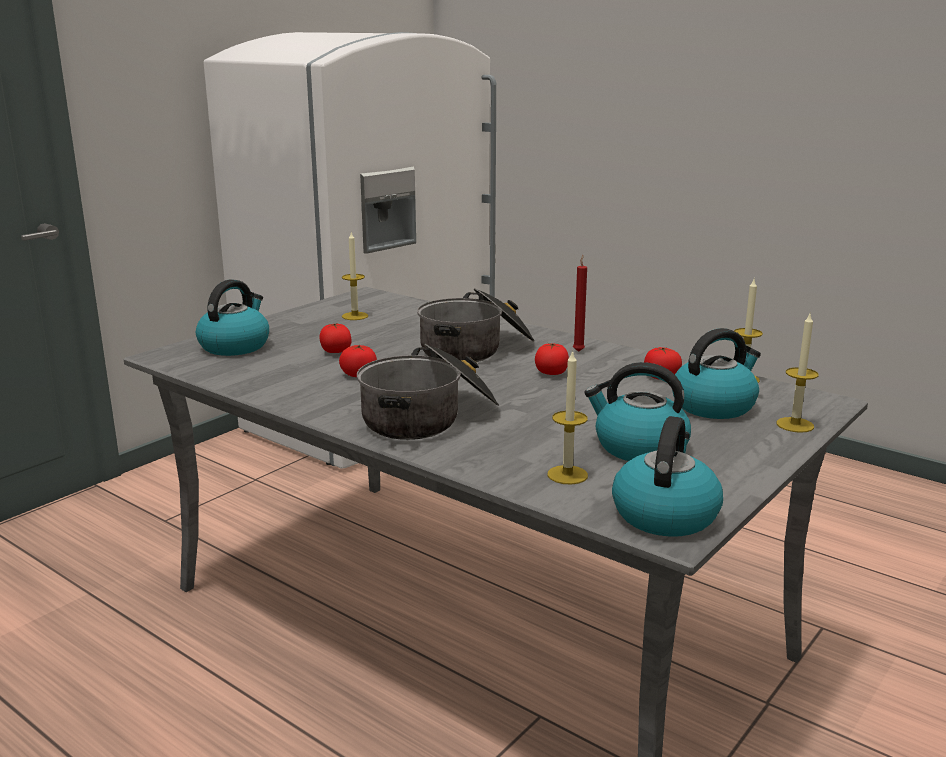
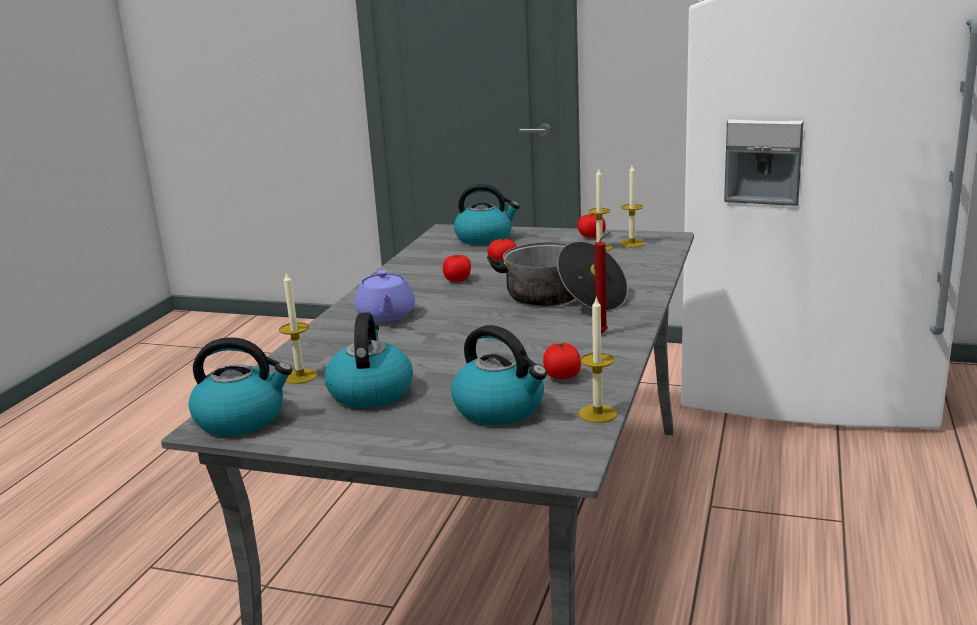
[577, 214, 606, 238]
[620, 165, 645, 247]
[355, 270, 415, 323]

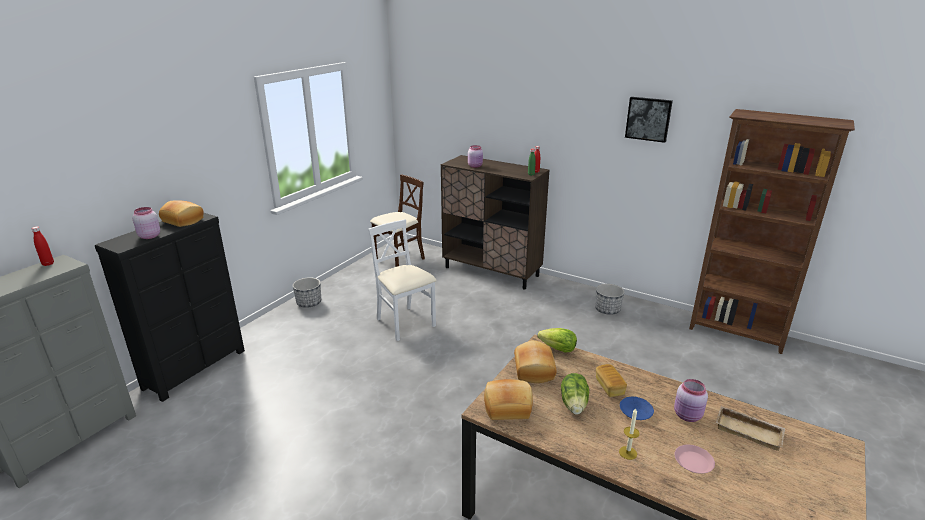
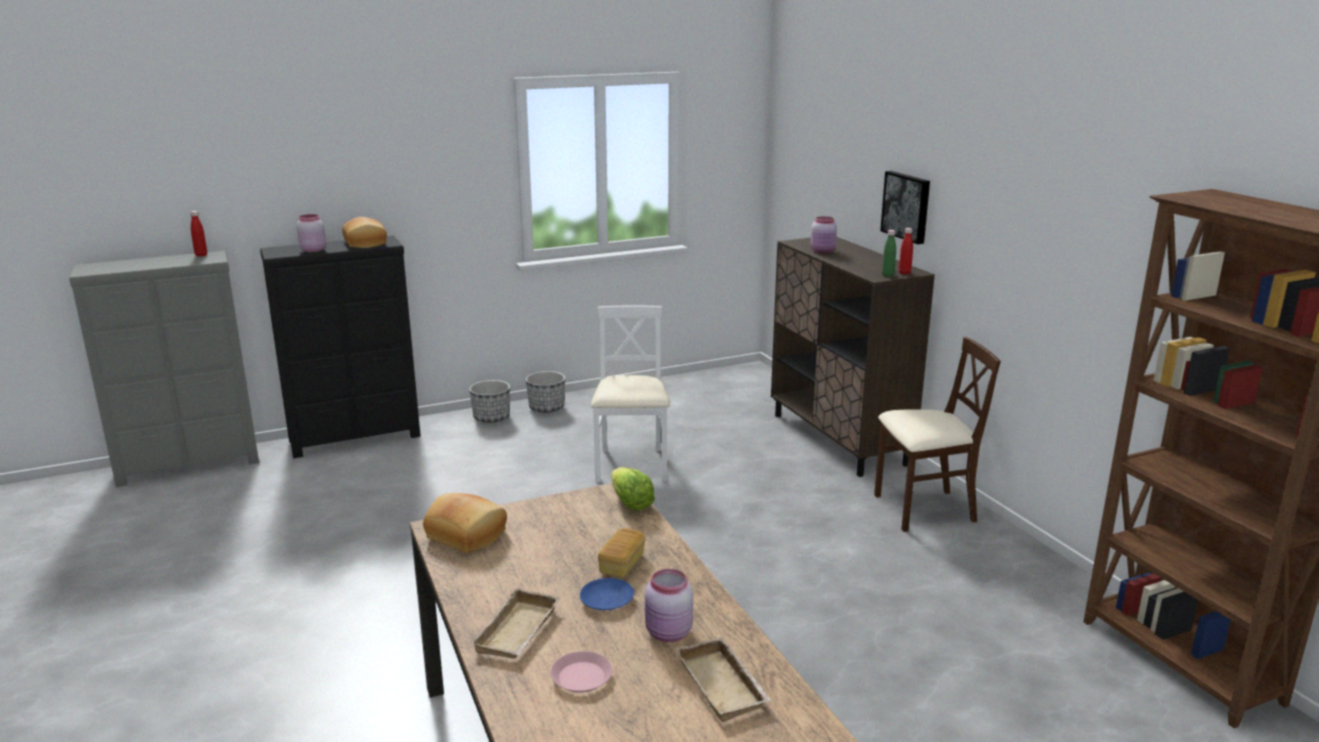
[514, 340, 557, 383] (first image)
[561, 373, 589, 415] (first image)
[874, 337, 1001, 532]
[469, 380, 510, 423]
[880, 171, 930, 244]
[471, 587, 561, 659]

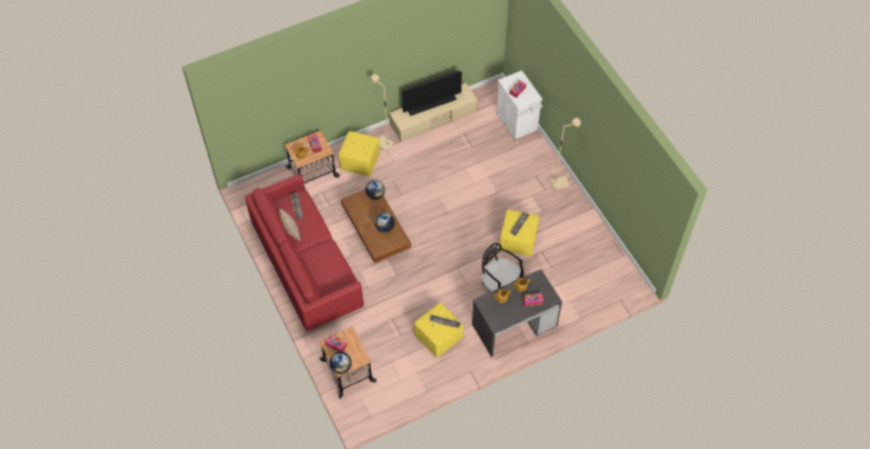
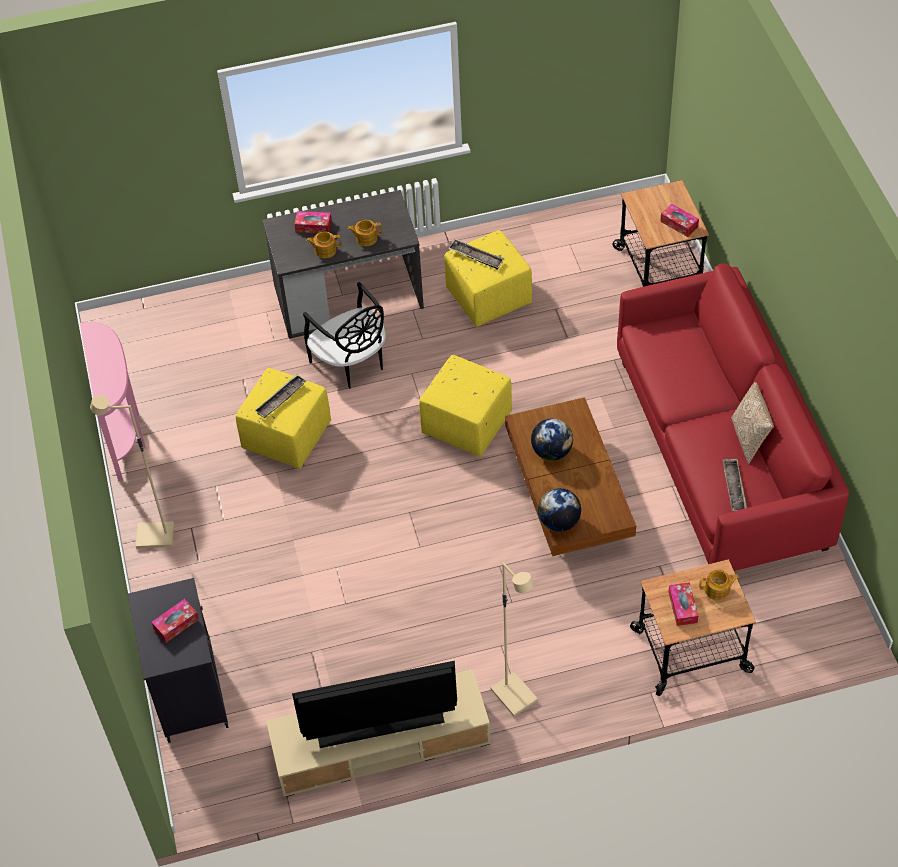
[329, 352, 352, 374] (first image)
[80, 322, 146, 481]
[419, 355, 512, 457]
[128, 578, 229, 743]

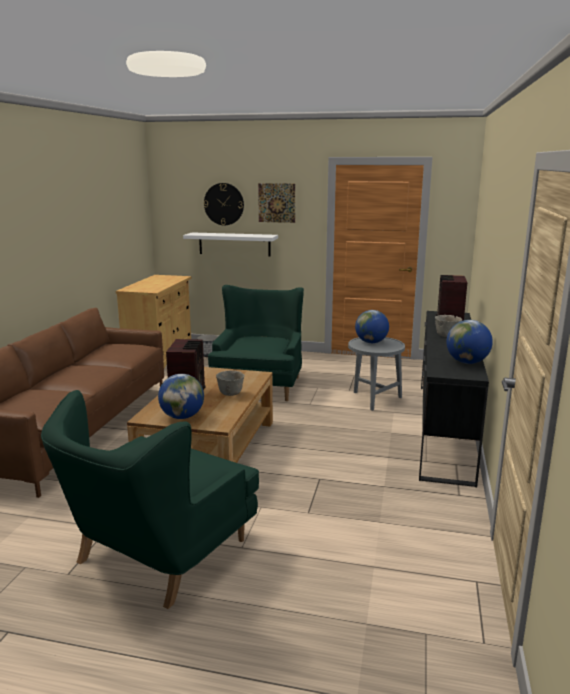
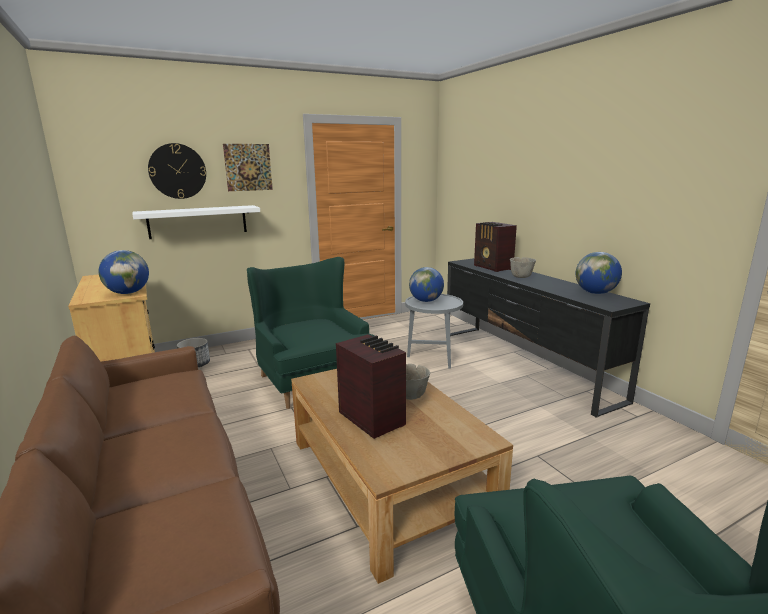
[99, 250, 149, 294]

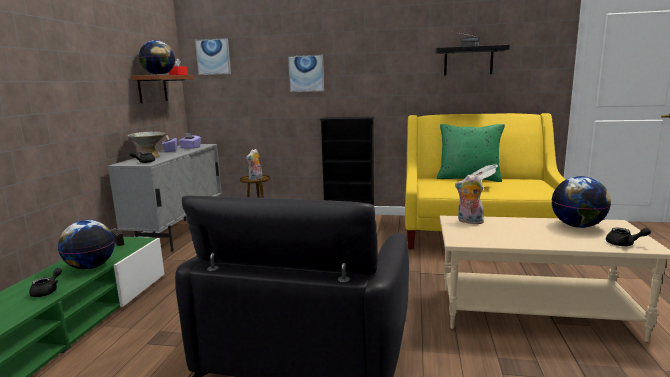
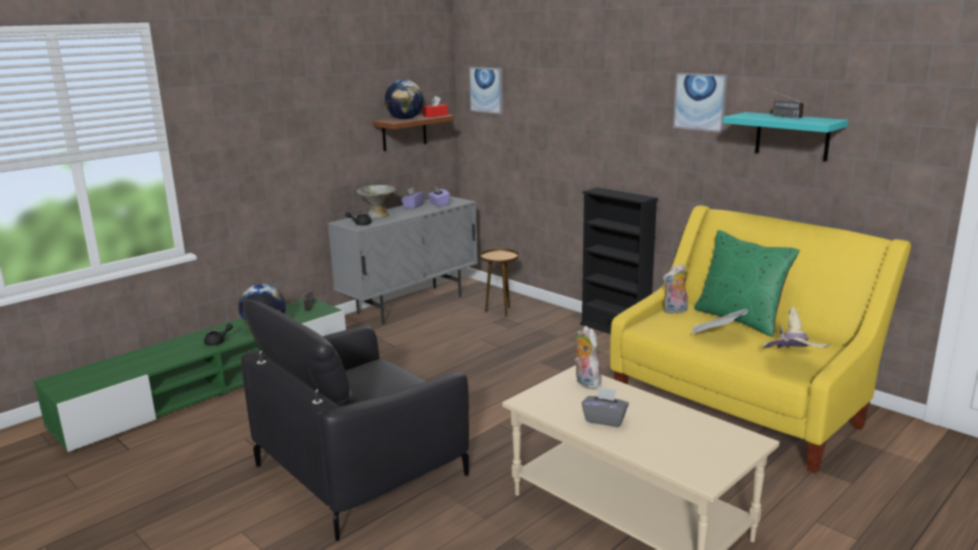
[551, 176, 611, 228] (first image)
[606, 228, 651, 246] (first image)
[582, 387, 629, 427]
[761, 307, 830, 349]
[663, 264, 688, 314]
[673, 73, 728, 133]
[723, 112, 848, 161]

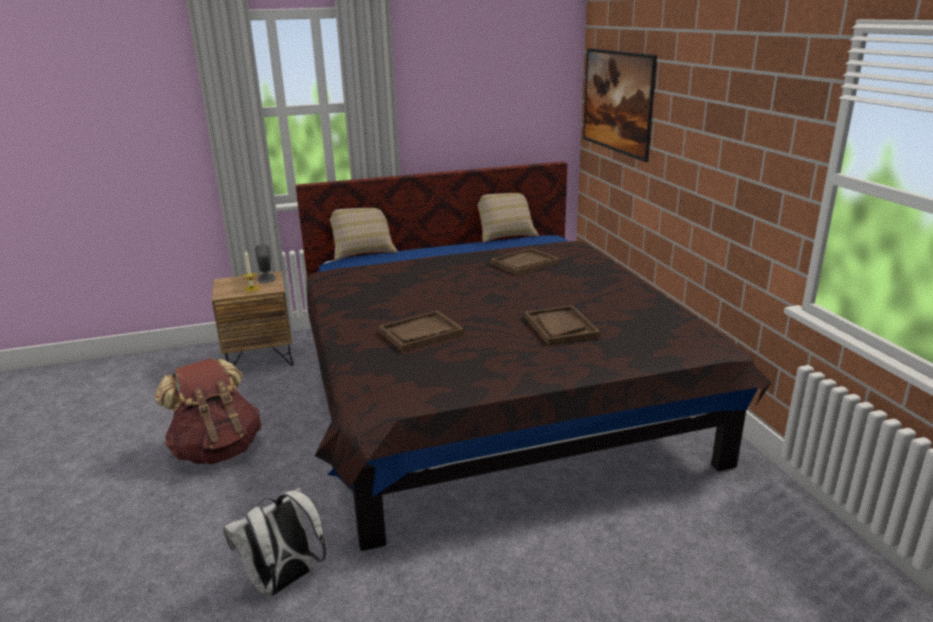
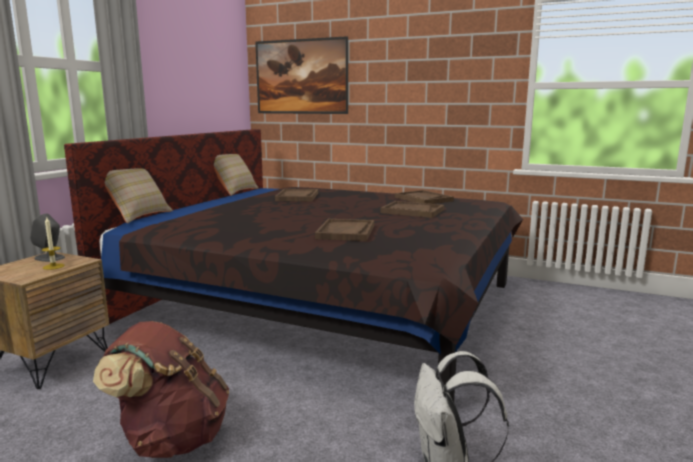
[395, 190, 454, 204]

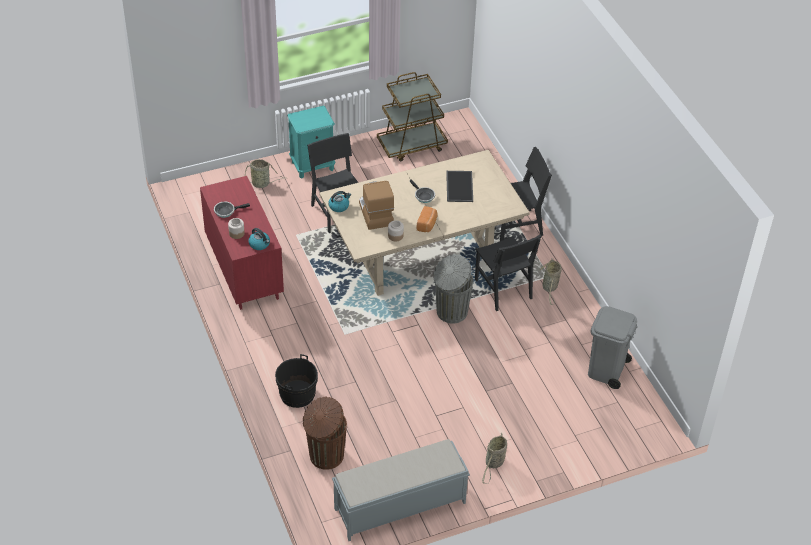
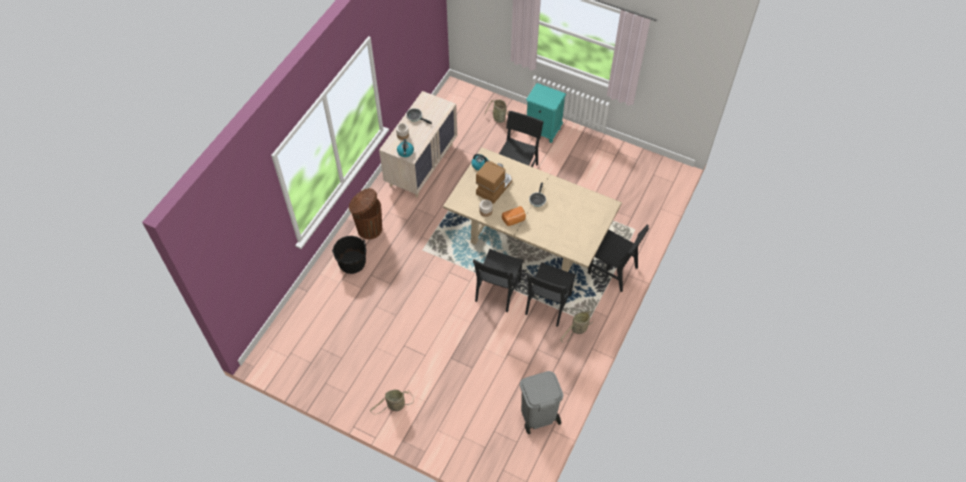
[332, 439, 470, 541] (first image)
[377, 72, 448, 161] (first image)
[446, 171, 473, 202] (first image)
[349, 188, 382, 239]
[473, 249, 524, 312]
[379, 91, 457, 197]

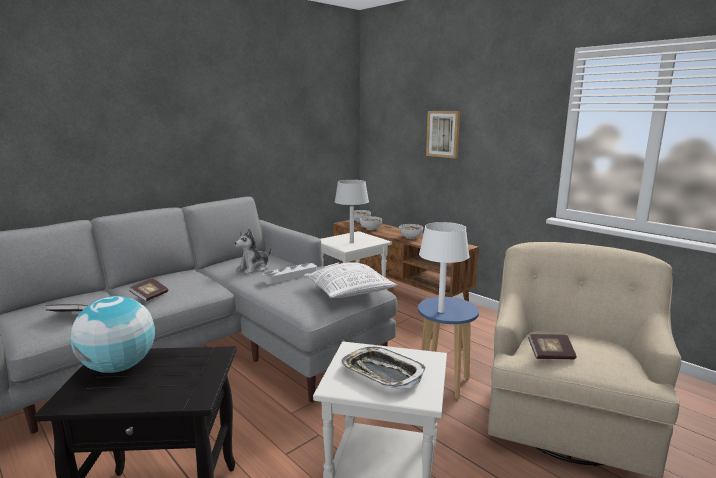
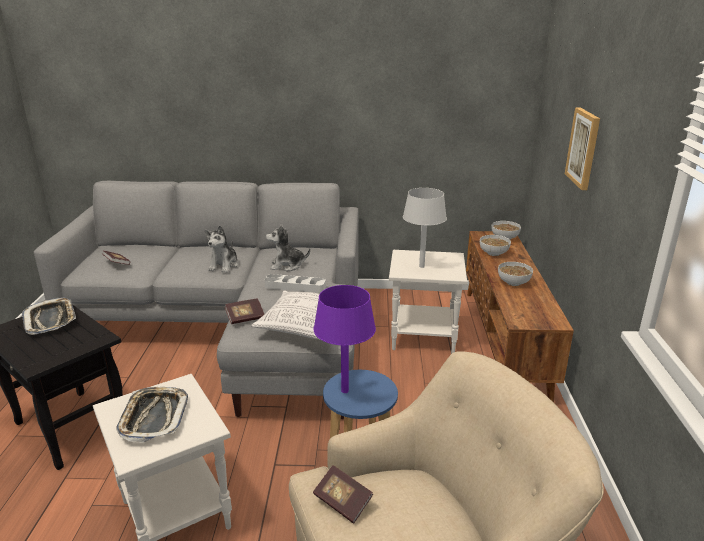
[205, 226, 239, 273]
[225, 298, 264, 324]
[22, 298, 76, 335]
[313, 285, 376, 393]

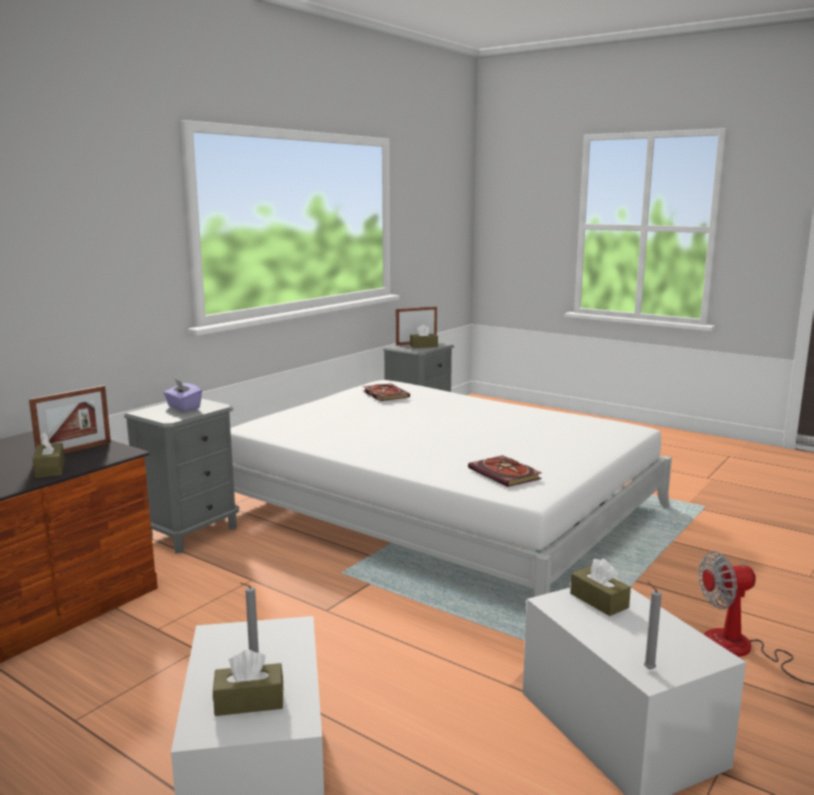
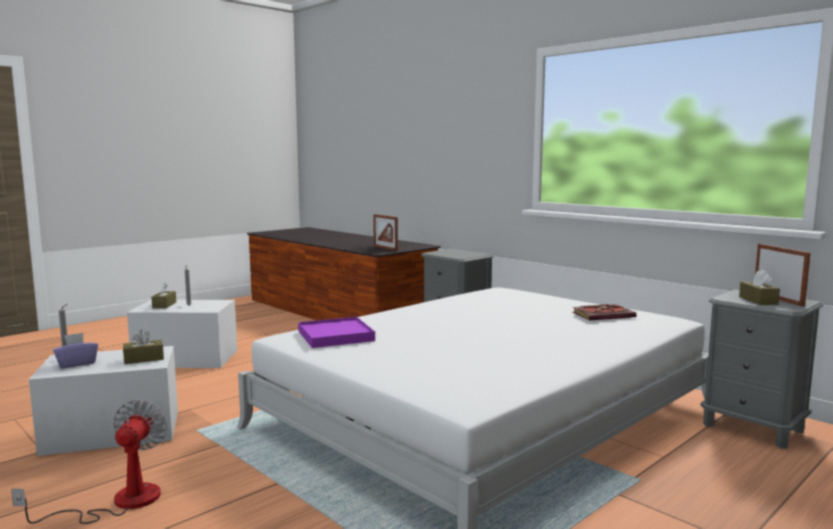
[32, 432, 65, 478] (first image)
[53, 333, 98, 368]
[298, 317, 375, 348]

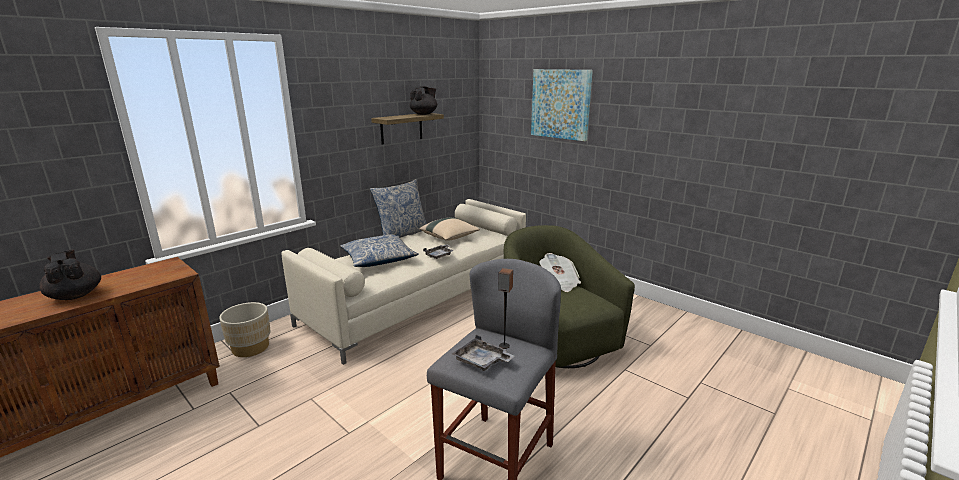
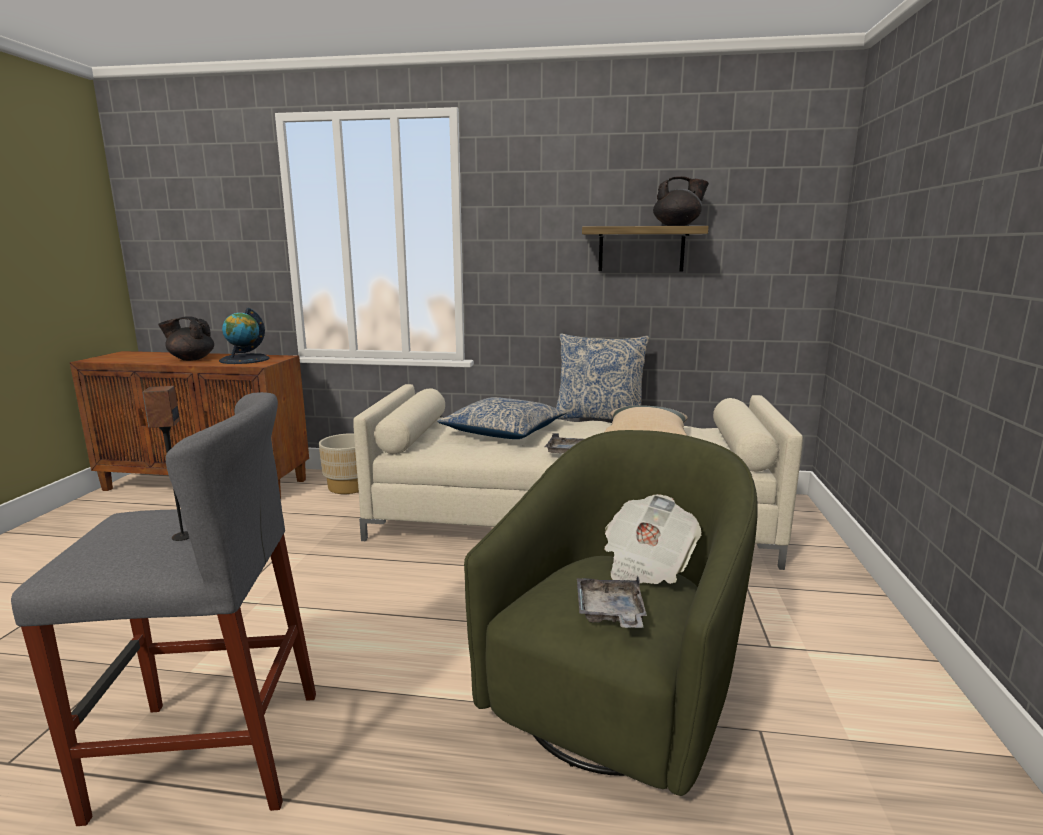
[531, 69, 593, 141] (first image)
[219, 308, 270, 364]
[577, 576, 647, 628]
[158, 316, 214, 361]

